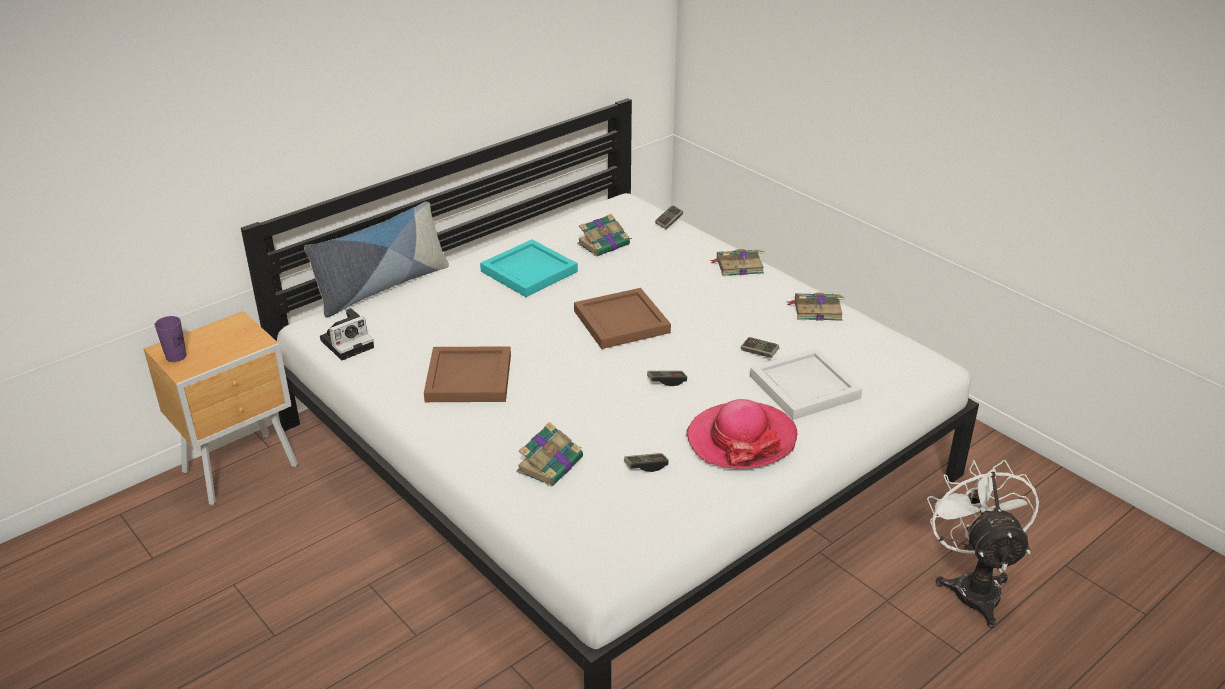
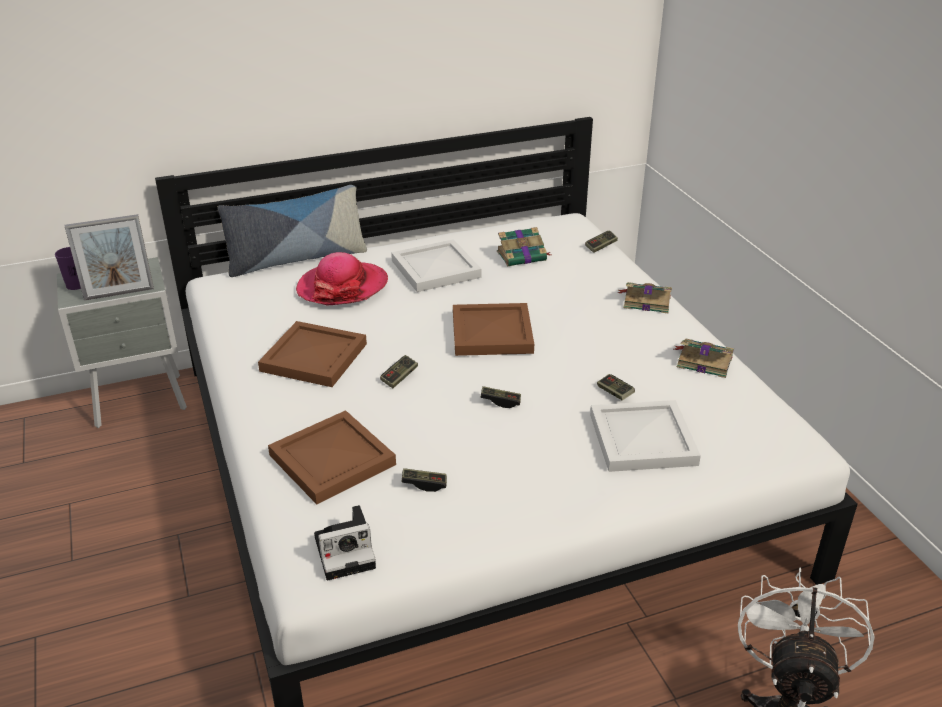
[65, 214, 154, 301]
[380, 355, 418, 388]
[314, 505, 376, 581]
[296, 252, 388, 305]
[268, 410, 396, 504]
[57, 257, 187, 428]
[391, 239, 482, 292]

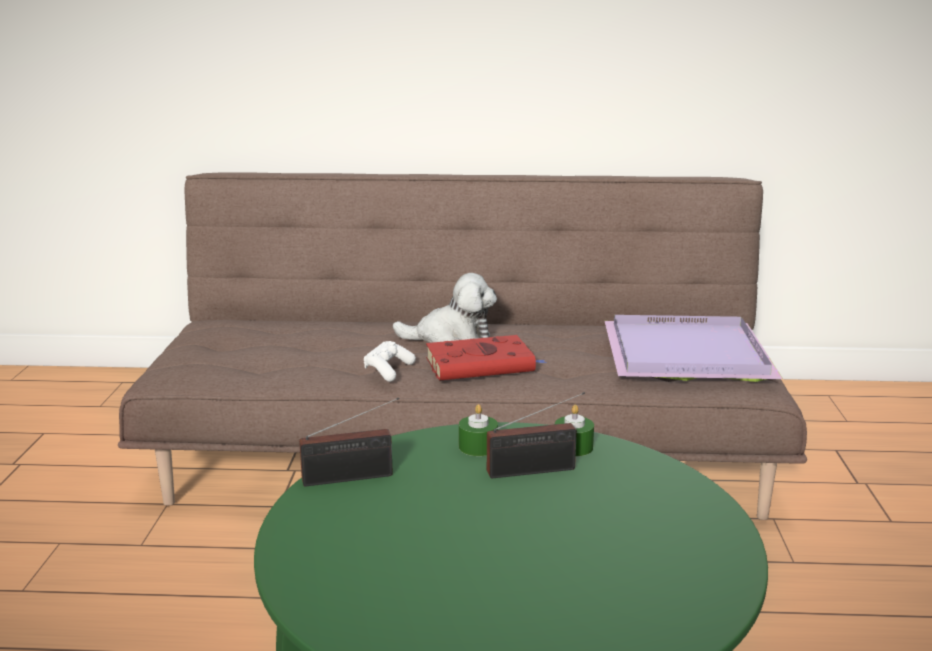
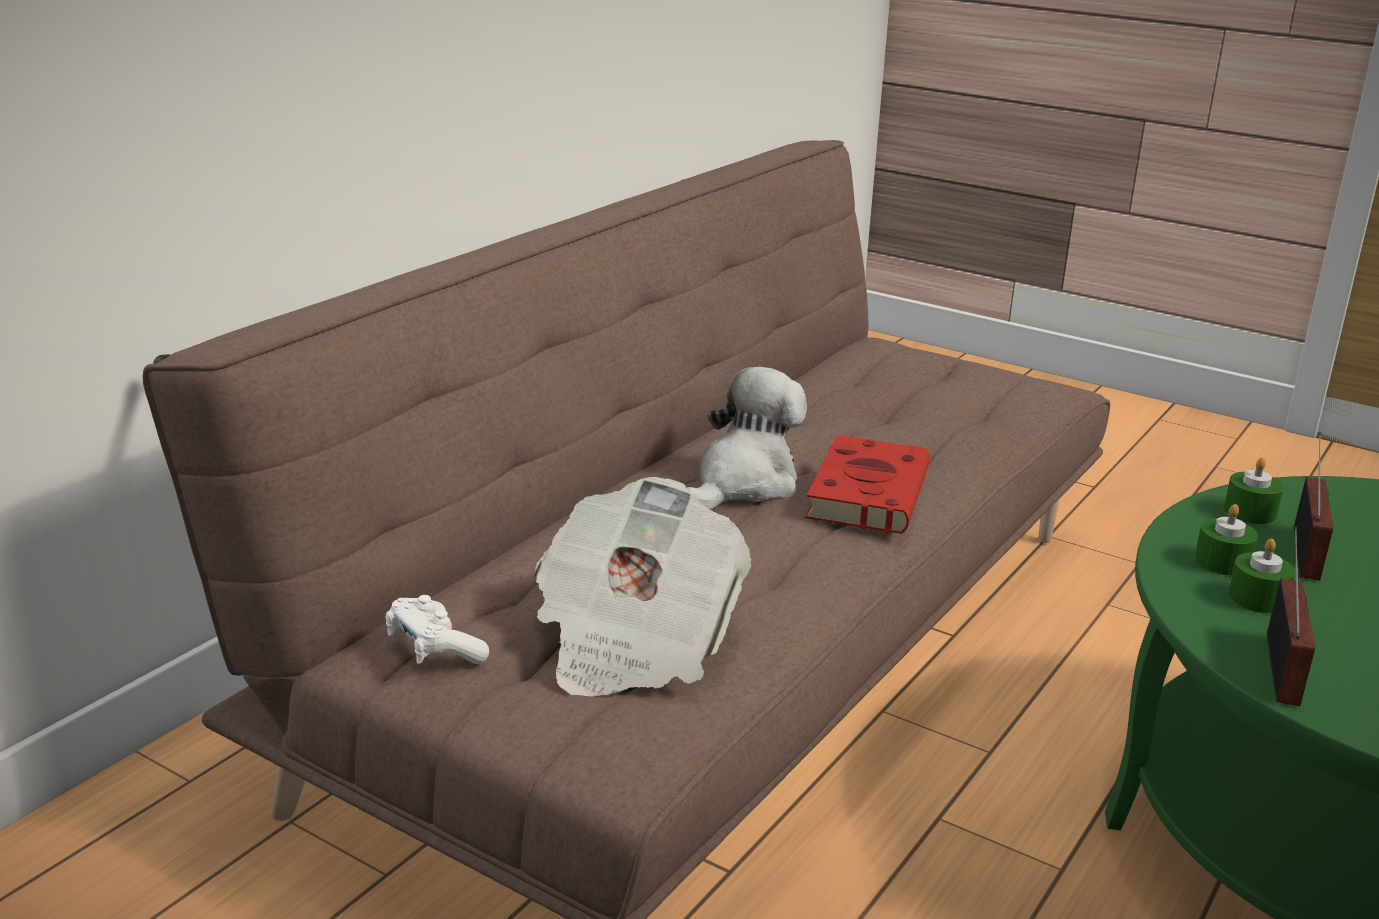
[605, 315, 783, 382] (first image)
[534, 477, 751, 697]
[1228, 539, 1296, 614]
[386, 595, 489, 664]

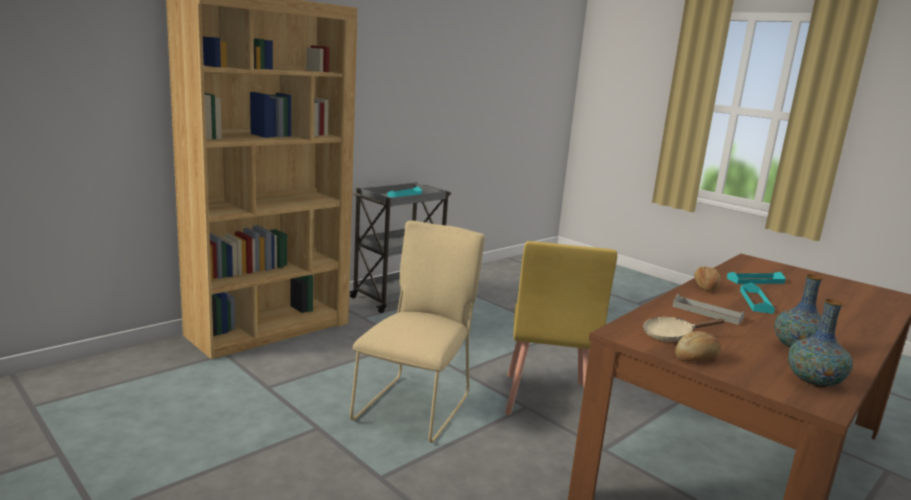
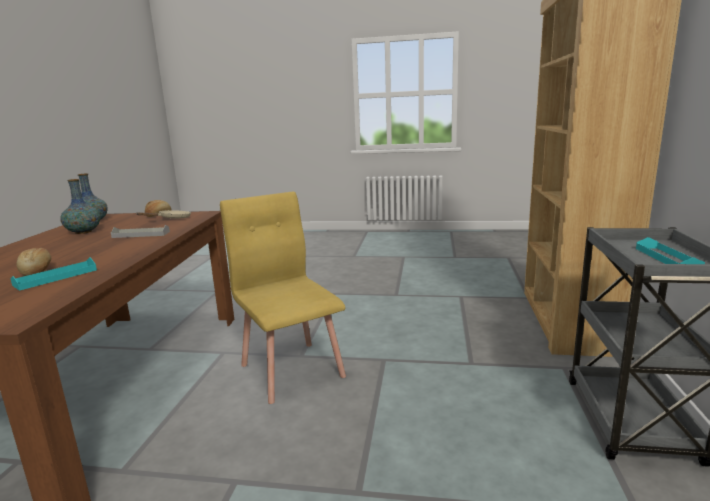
[350, 221, 485, 443] (first image)
[740, 282, 775, 314] (first image)
[16, 247, 51, 276]

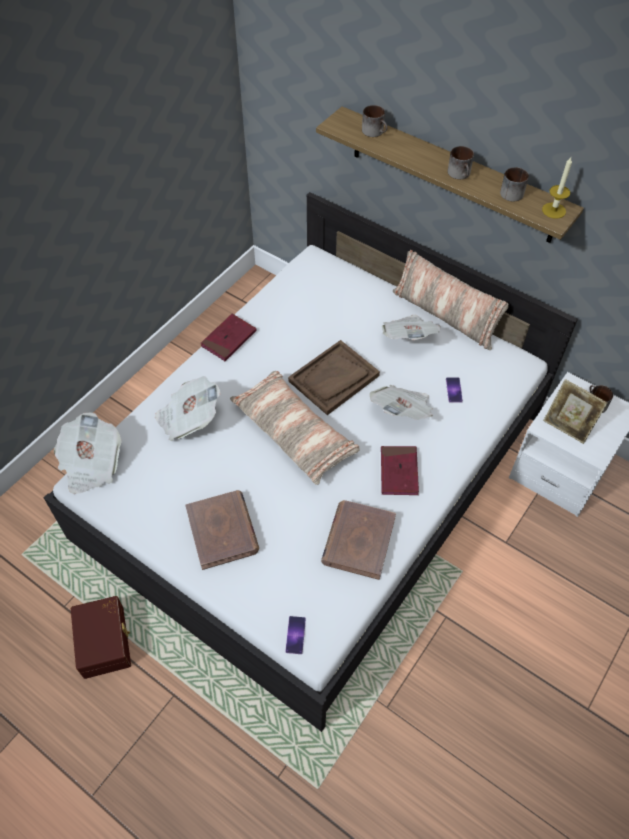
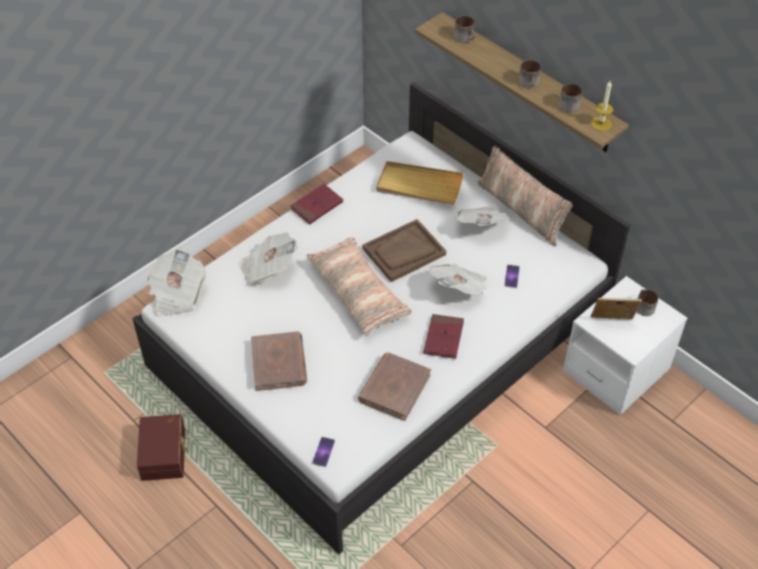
[376, 161, 464, 205]
[591, 298, 642, 319]

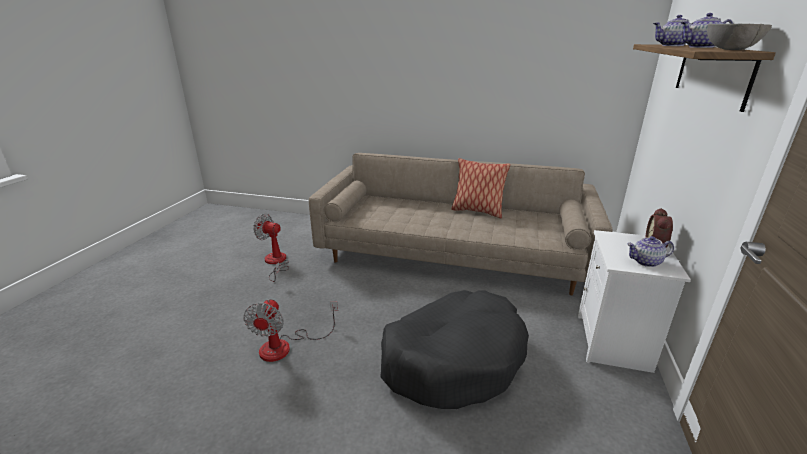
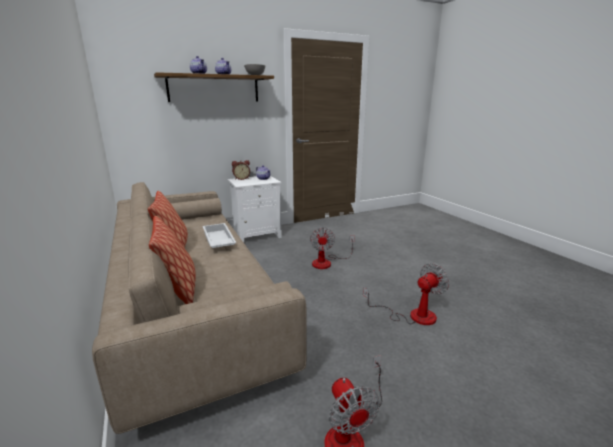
[149, 216, 196, 304]
[203, 223, 236, 248]
[310, 227, 355, 269]

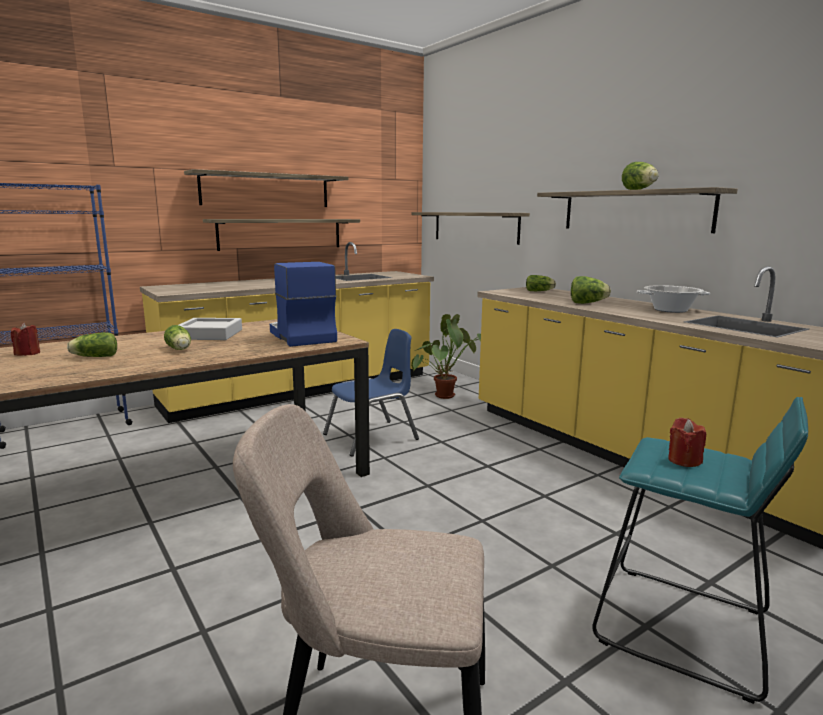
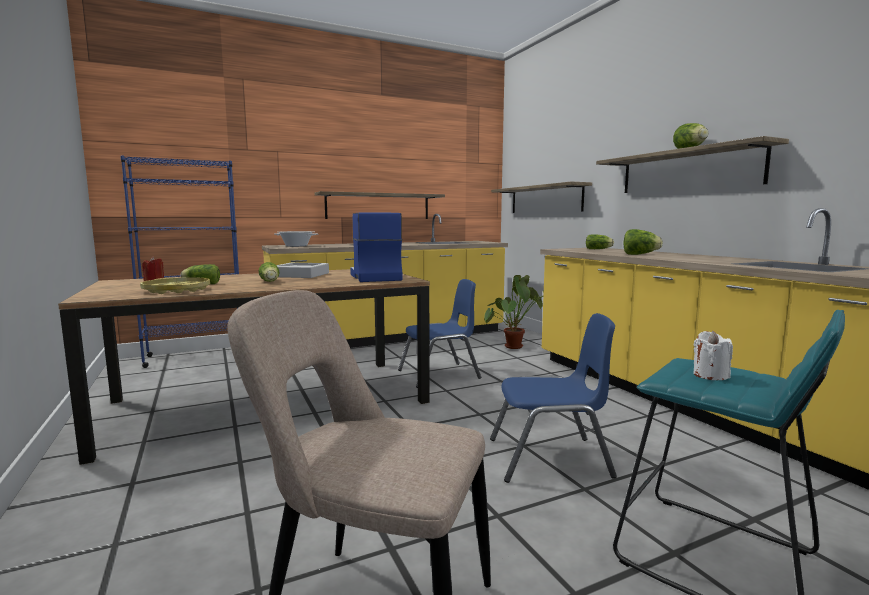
[184, 169, 348, 207] (first image)
[140, 277, 210, 294]
[490, 313, 617, 483]
[274, 231, 318, 247]
[693, 331, 733, 380]

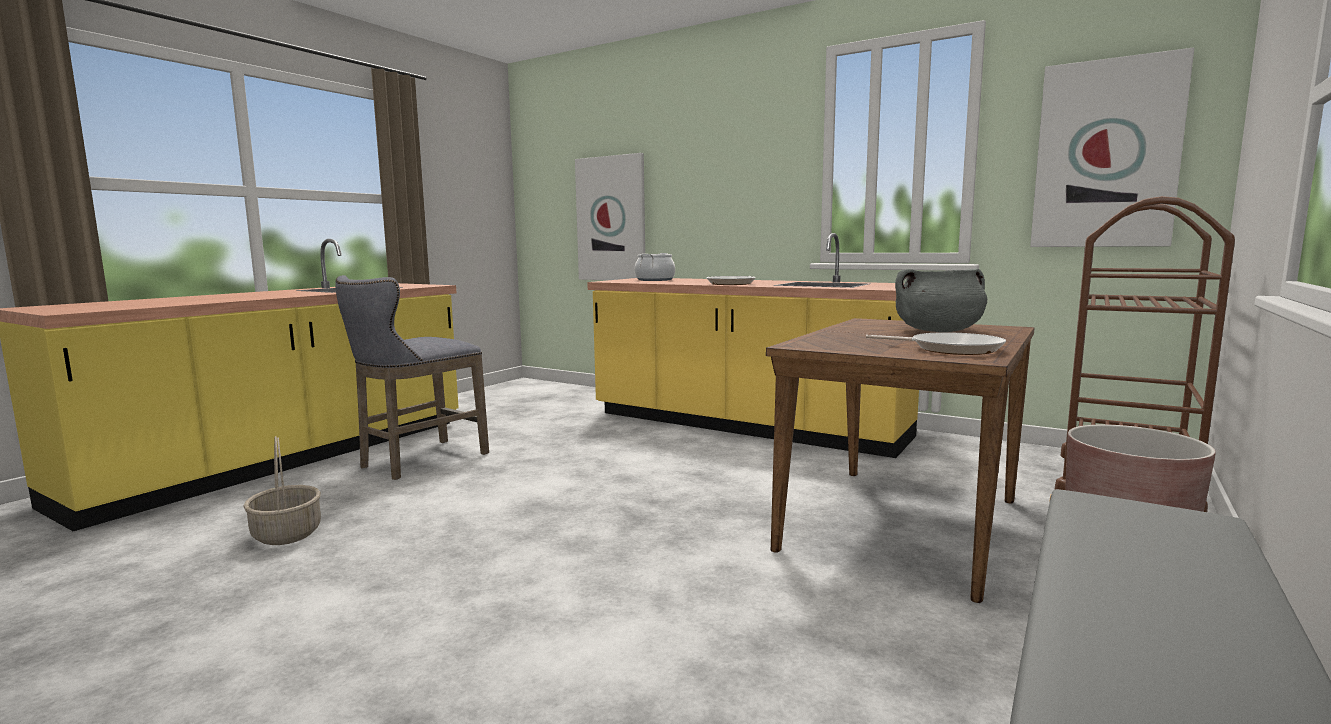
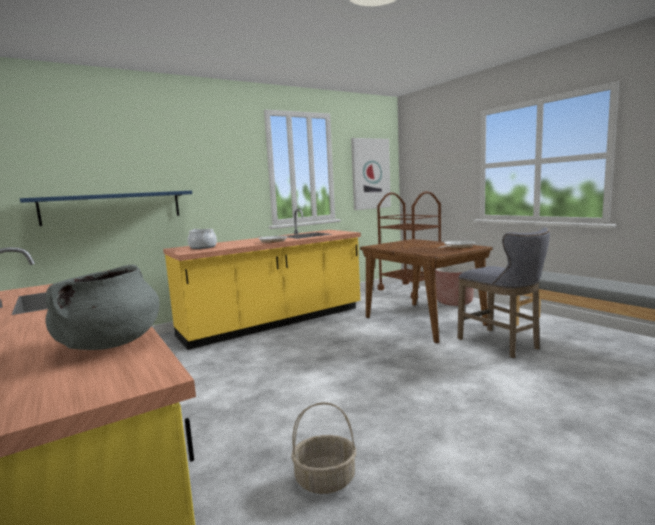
[458, 228, 550, 358]
[45, 264, 159, 350]
[20, 191, 192, 226]

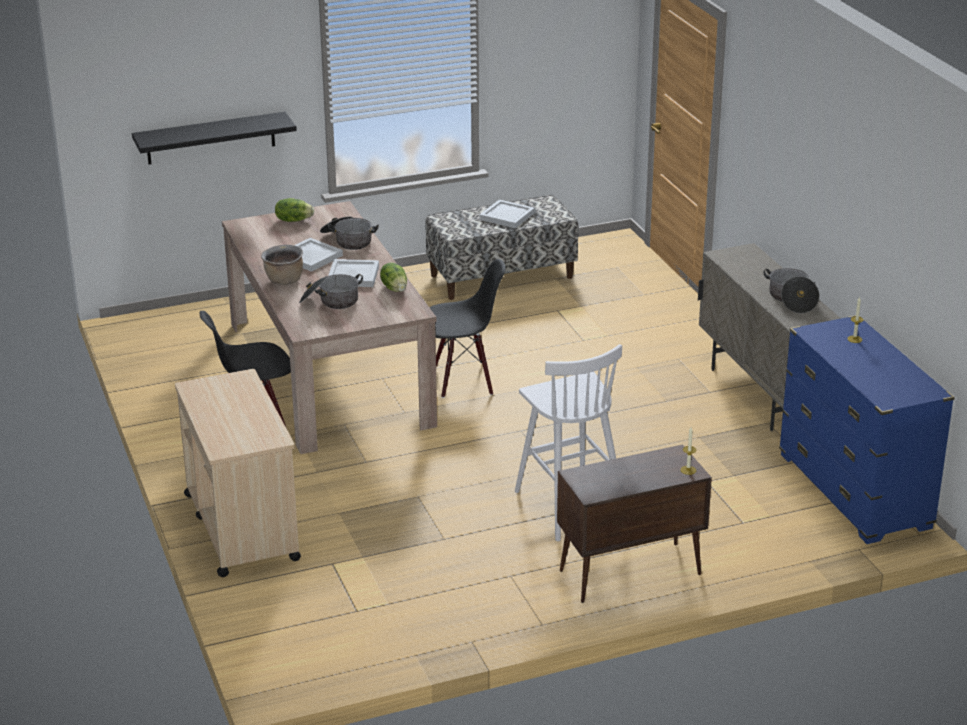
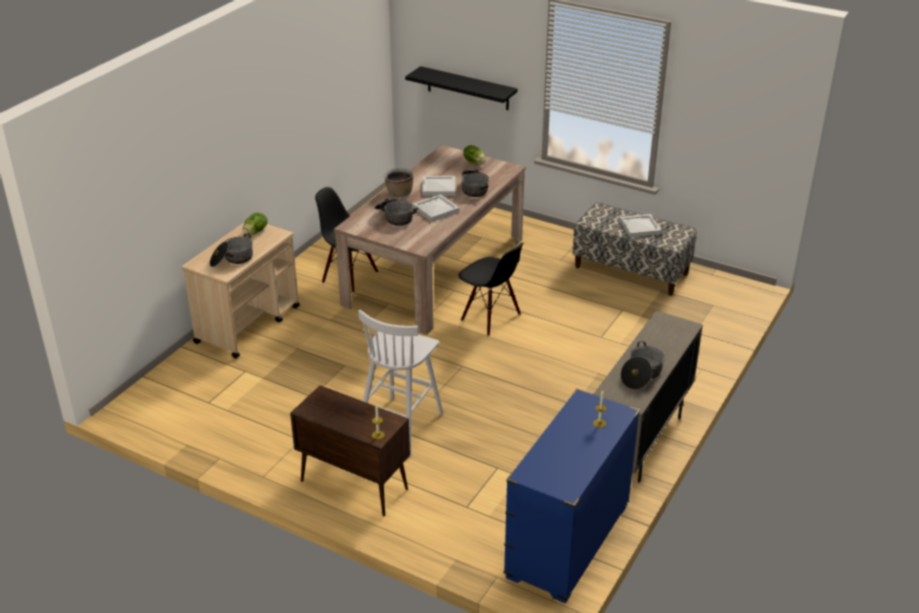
[210, 234, 253, 267]
[243, 213, 267, 235]

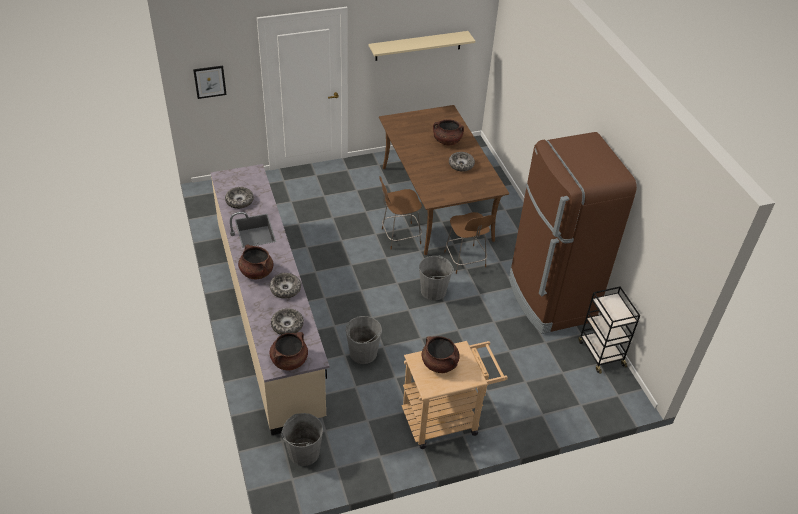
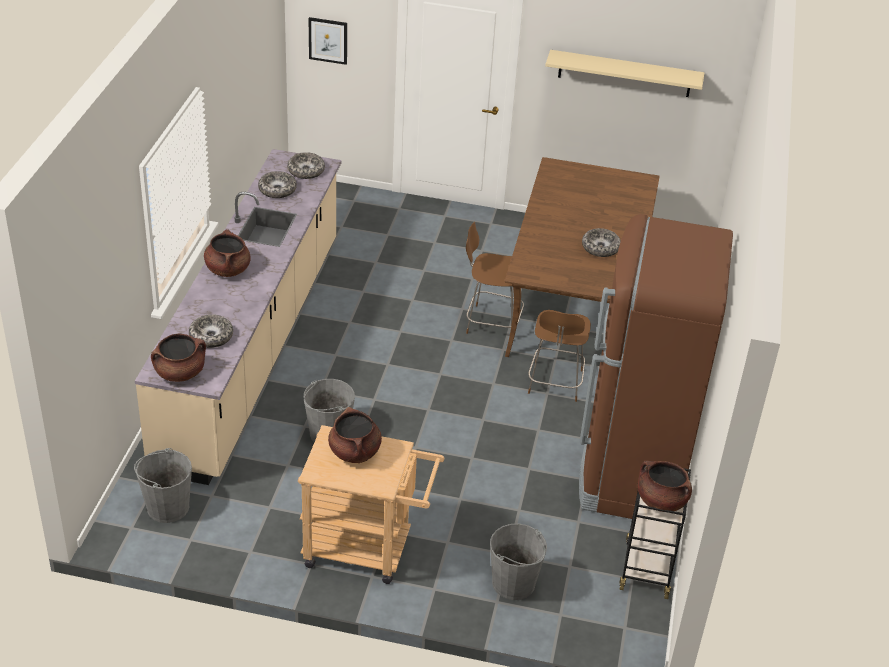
[287, 152, 325, 179]
[490, 524, 547, 600]
[638, 461, 692, 512]

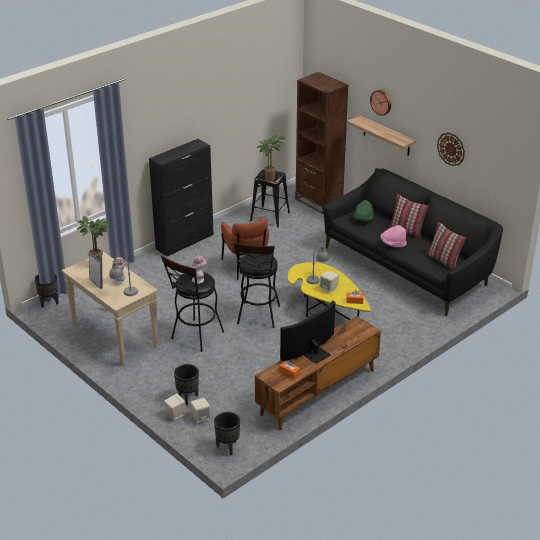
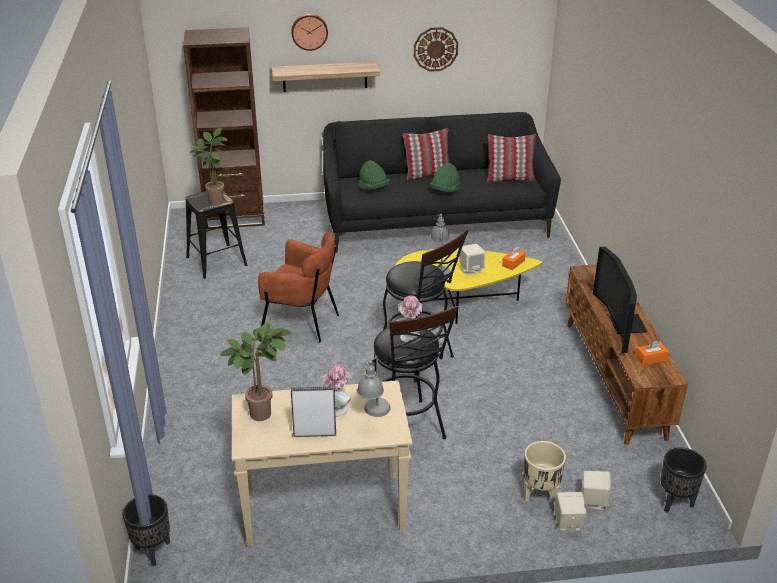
[149, 139, 214, 256] (first image)
[524, 441, 566, 505]
[429, 163, 460, 192]

